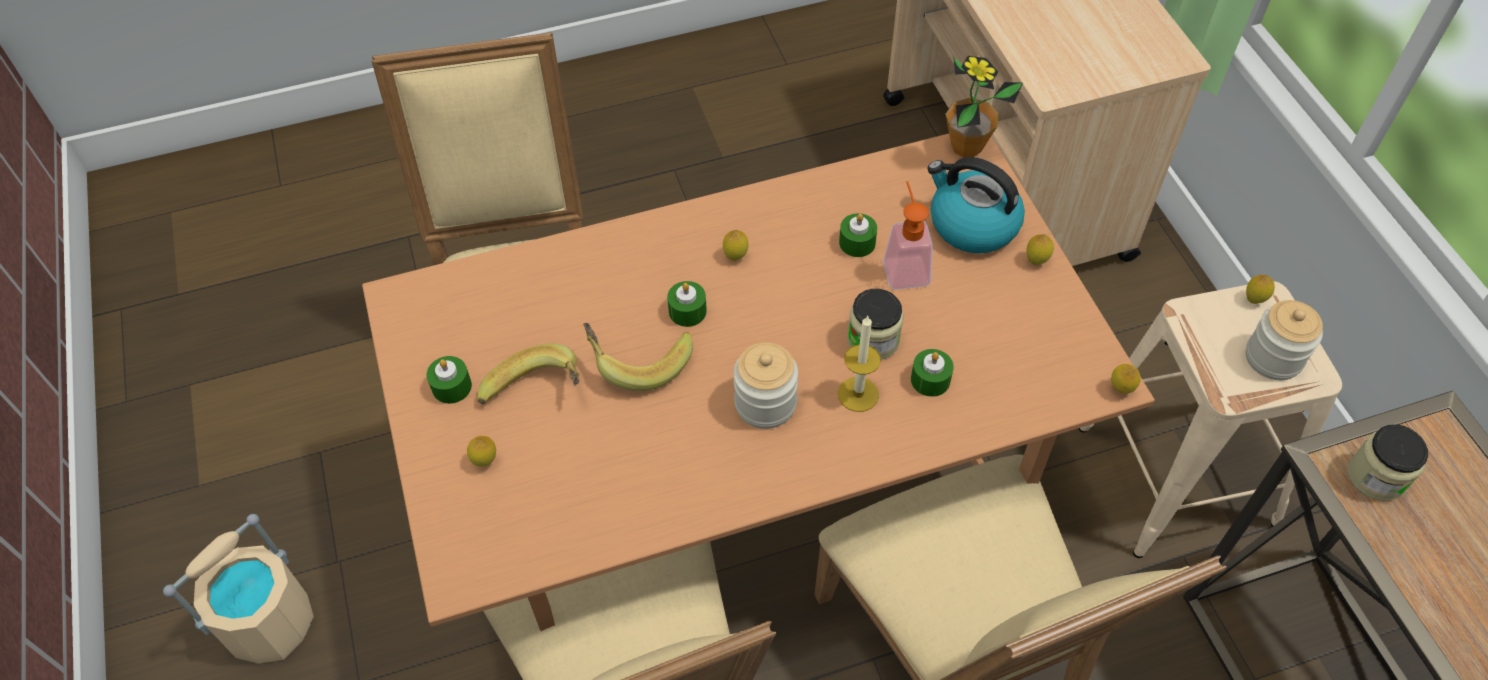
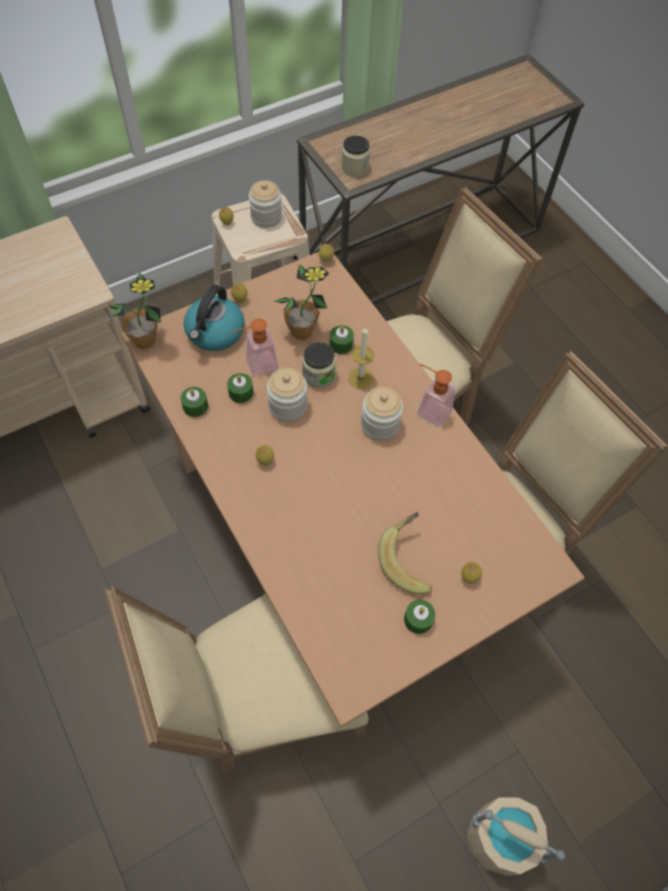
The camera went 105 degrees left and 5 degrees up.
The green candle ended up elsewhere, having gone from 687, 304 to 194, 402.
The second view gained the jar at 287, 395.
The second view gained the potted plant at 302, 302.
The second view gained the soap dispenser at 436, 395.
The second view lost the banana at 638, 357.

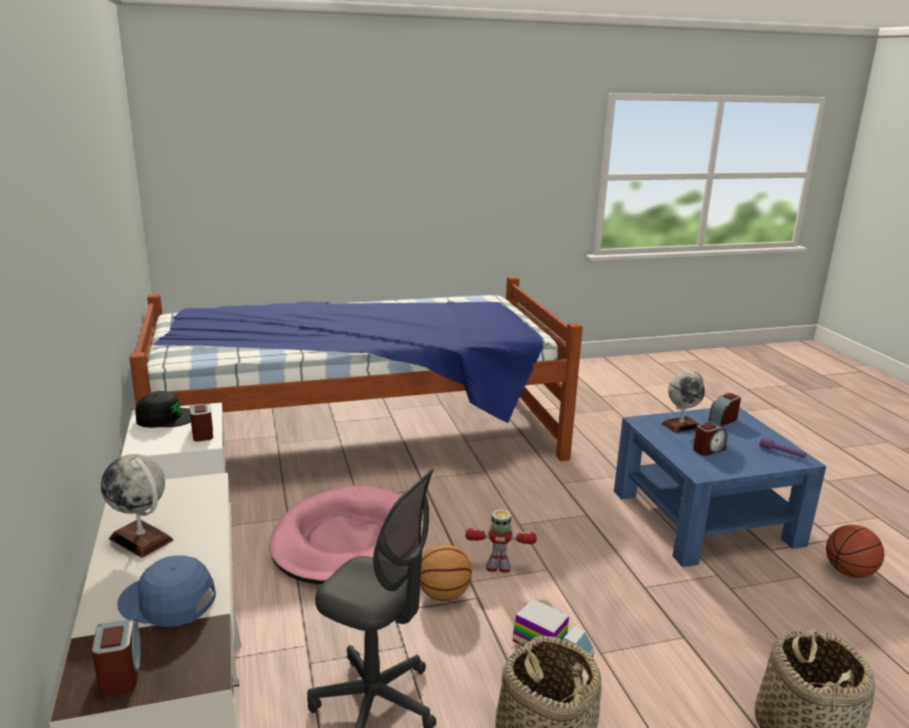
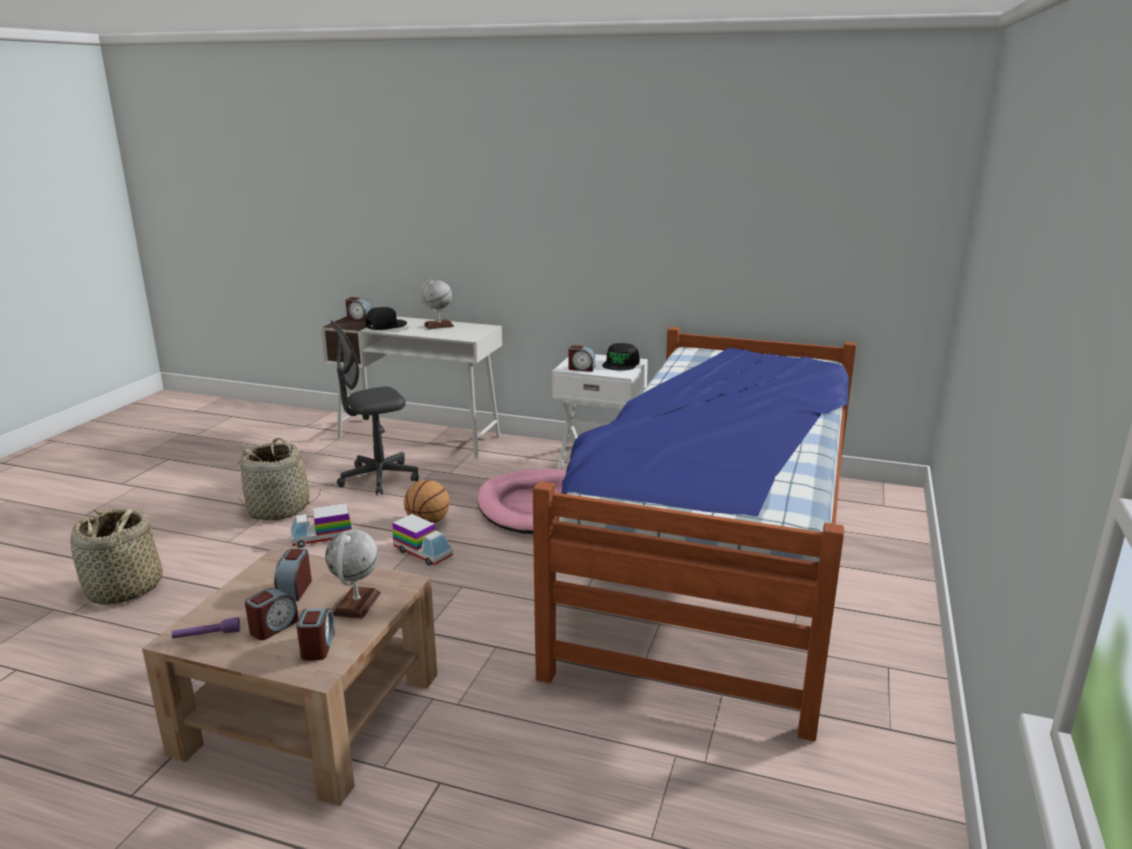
The camera went 125 degrees right and 0 degrees up.
What was the blue coffee table at 720, 487 turned into the brown coffee table at 289, 677.
The second view gained the alarm clock at 272, 614.
What was the blue cap at 166, 591 turned into the black cap at 386, 318.
Where the toy robot stood at 501, 541, the toy truck came to stand at 423, 539.
The second view lost the basketball at 855, 551.

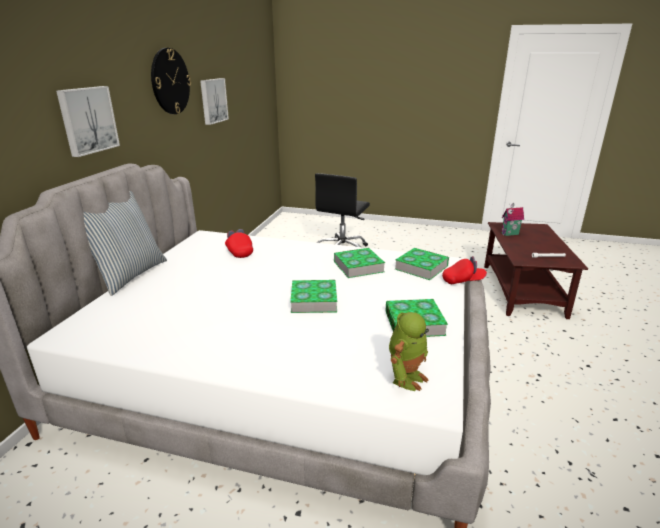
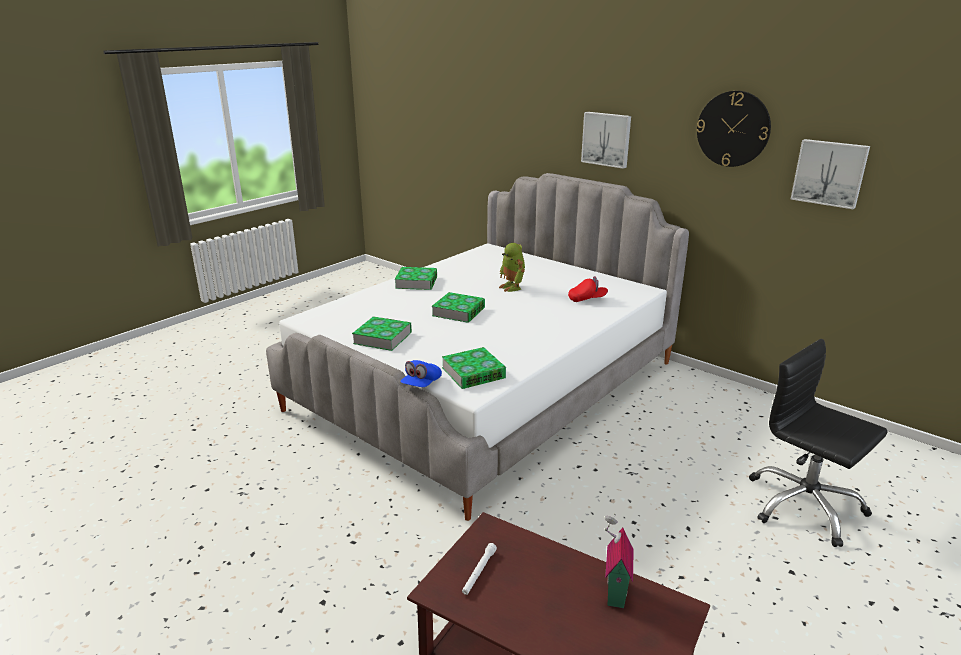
The camera went 115 degrees right and 0 degrees up.
The book ended up elsewhere, having gone from 359, 263 to 415, 278.
What was the red cap at 464, 270 turned into the blue cap at 421, 373.
The toy robot ended up elsewhere, having gone from 409, 351 to 512, 267.
The second view lost the pillow at 125, 243.

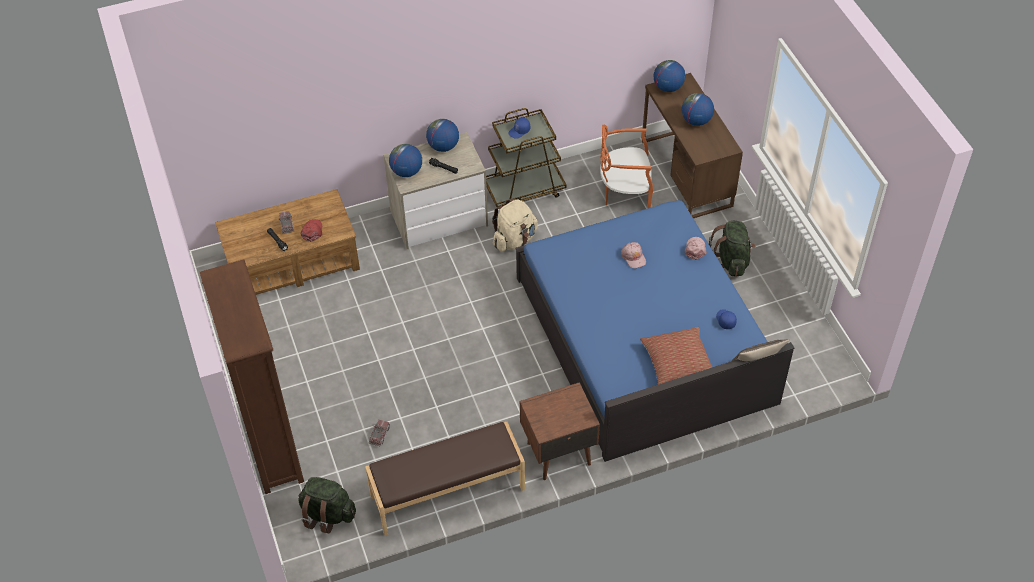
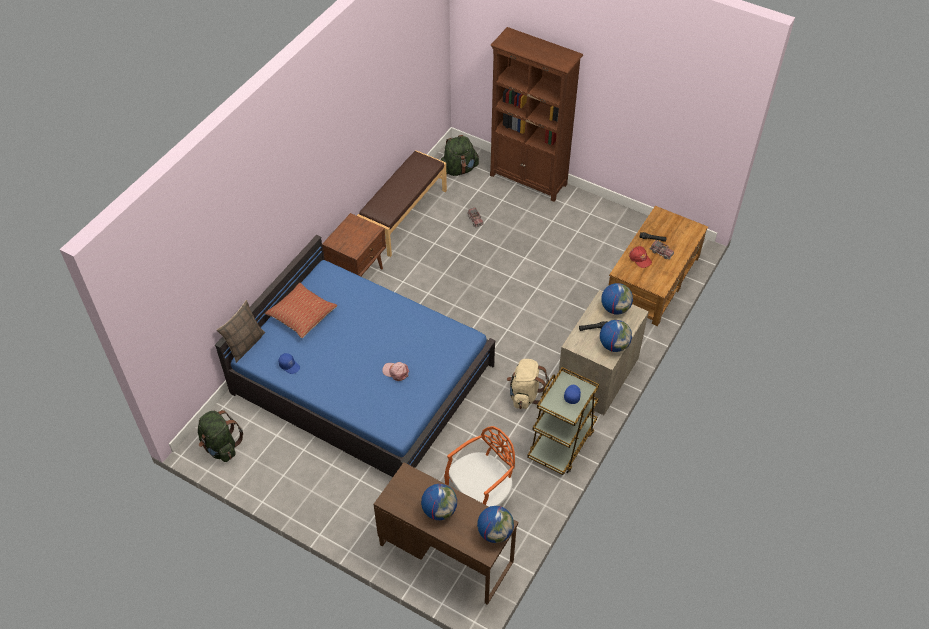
The camera went 140 degrees right and 0 degrees up.
The green backpack ended up elsewhere, having gone from 732, 249 to 220, 436.
The second view lost the pink cap at 696, 248.

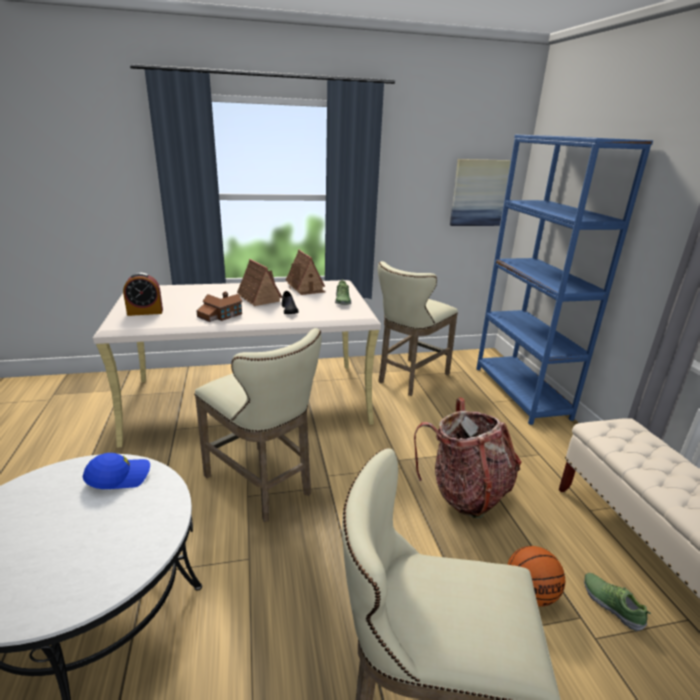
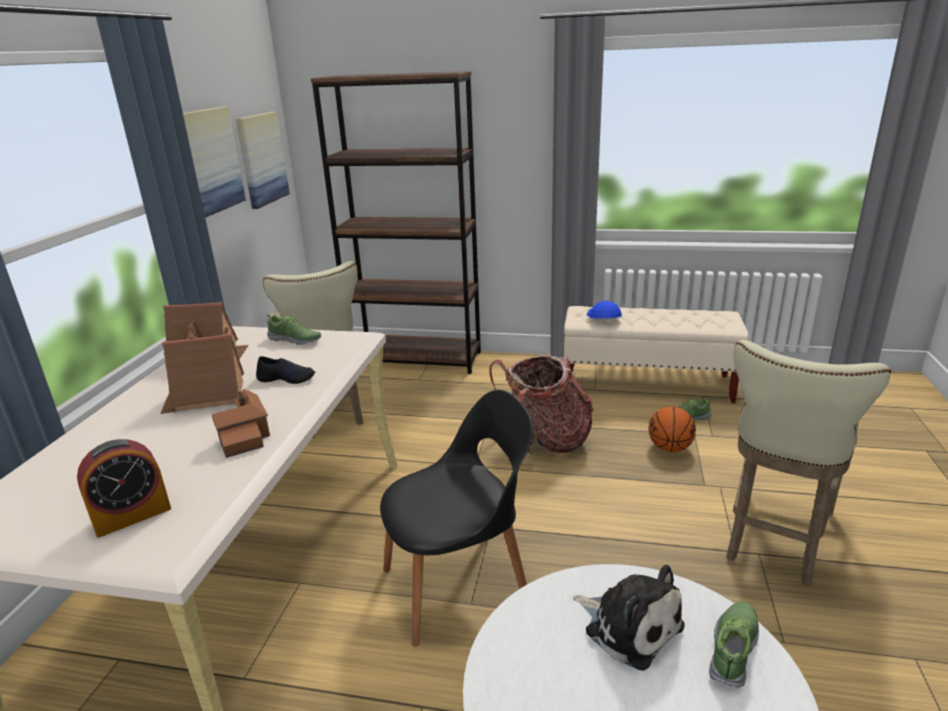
The camera went 65 degrees left and 0 degrees up.
The alarm clock at 143, 294 ended up facing another way, 45 degrees clockwise from before.
The second view gained the picture at 214, 162.
What was the blue bookcase at 564, 279 turned into the brown bookcase at 396, 222.
Where the beige stool stood at 257, 425, the black chair came to stand at 456, 518.
The second view gained the plush toy at 629, 618.
The blue cap ended up elsewhere, having gone from 116, 471 to 604, 310.
The second view gained the shoe at 734, 645.

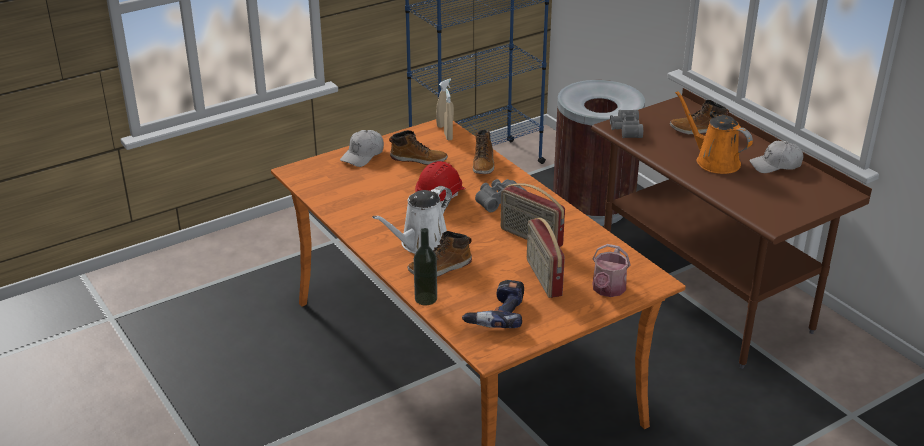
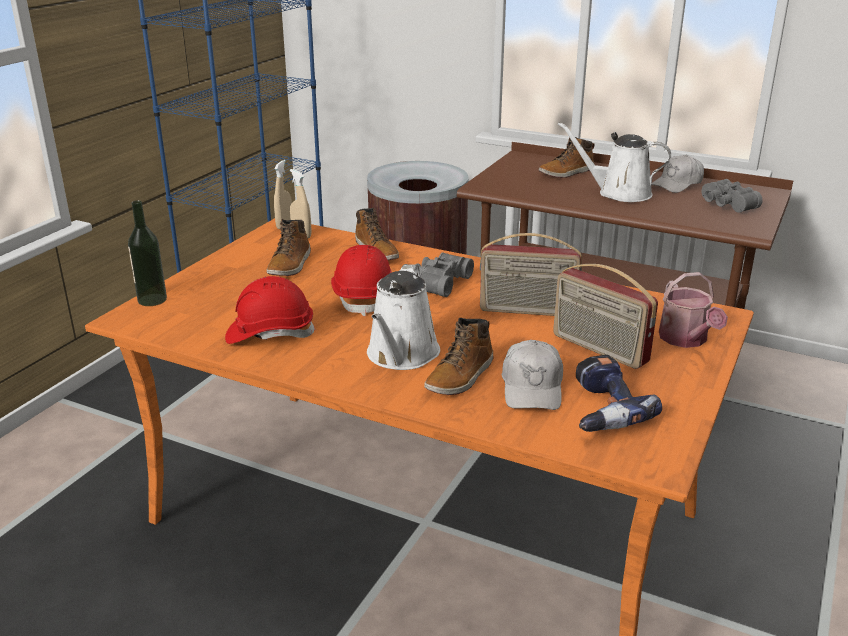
The camera went 30 degrees left and 5 degrees down.
The bottle ended up elsewhere, having gone from 425, 267 to 147, 253.
The second view gained the red hard hat at 270, 310.
The boot at 418, 147 ended up facing another way, 120 degrees clockwise from before.
The white cap ended up elsewhere, having gone from 362, 148 to 532, 375.
What was the orange watering can at 714, 132 turned into the white watering can at 614, 162.
The grey binoculars ended up elsewhere, having gone from 626, 124 to 732, 196.

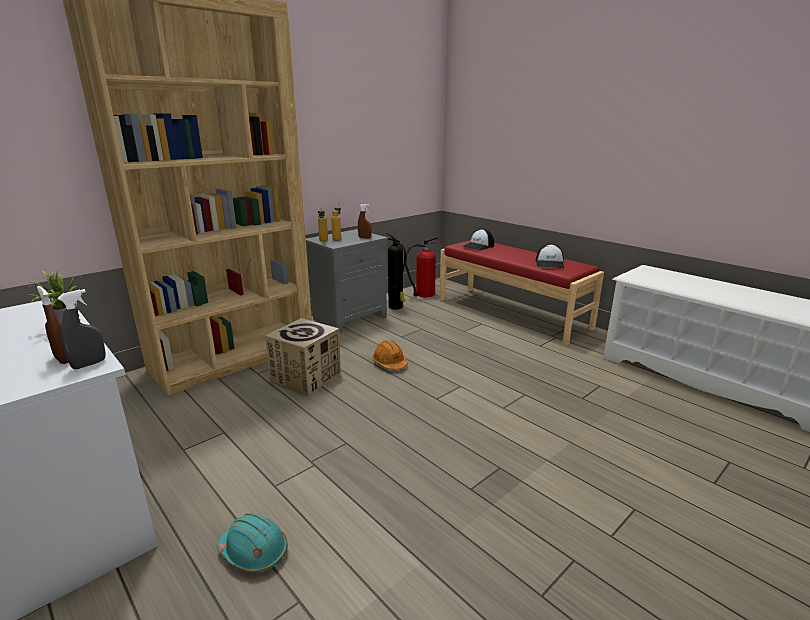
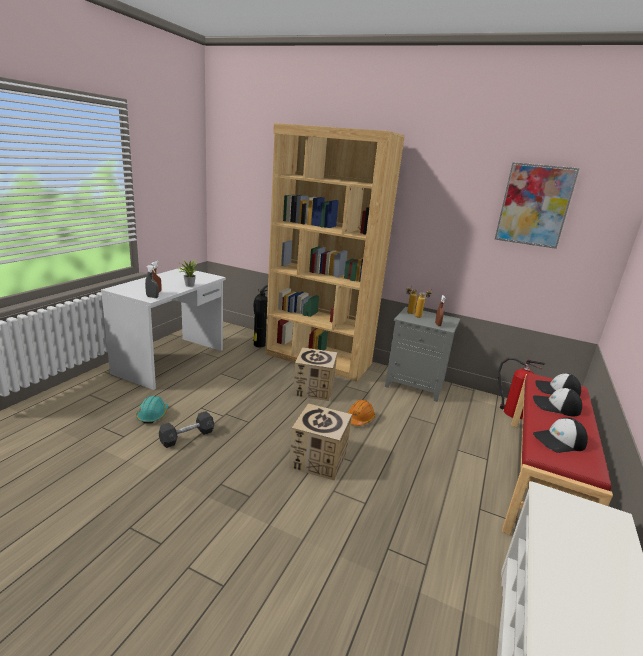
The camera went 65 degrees right and 0 degrees up.
The second view gained the grey dumbbell at 186, 429.
The fire extinguisher ended up elsewhere, having gone from 396, 271 to 260, 316.
The second view gained the cardboard box at 320, 441.
The second view gained the picture at 537, 205.
The second view gained the cap at 557, 402.

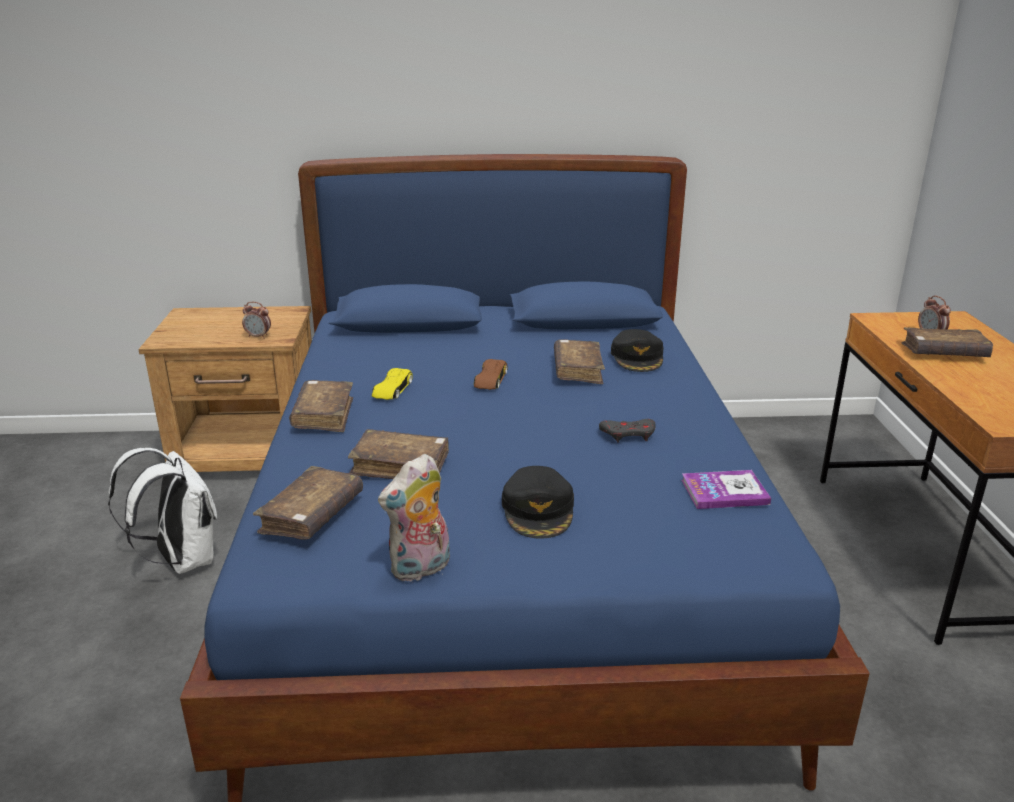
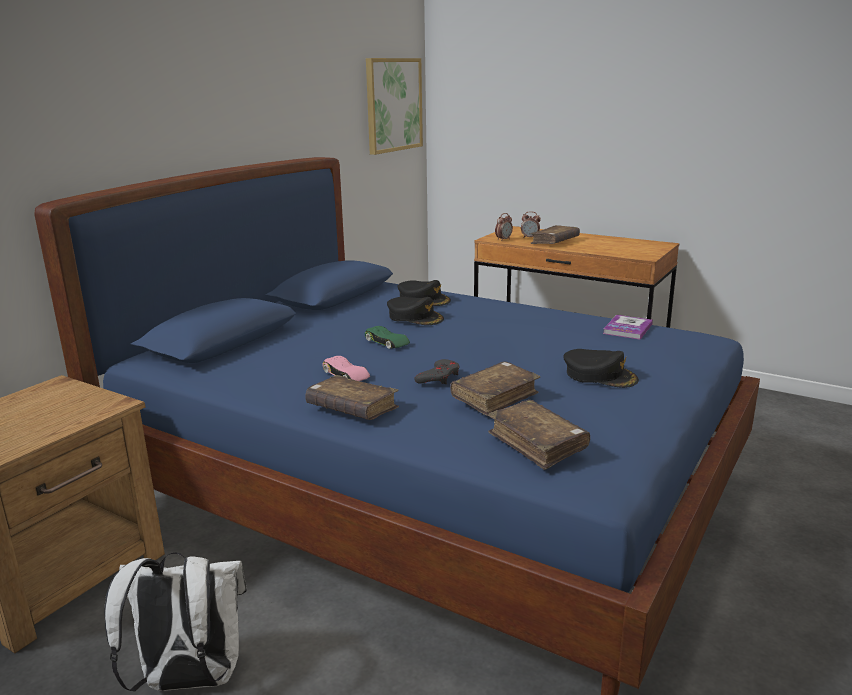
The camera went 55 degrees left and 5 degrees down.
What was the yellow toy car at 392, 384 turned into the pink toy car at 346, 368.
What was the brown toy car at 490, 374 turned into the green toy car at 387, 337.
The second view gained the picture at 394, 106.
Where the brown book stood at 579, 361, the black cap came to stand at 415, 311.
The grey game controller ended up elsewhere, having gone from 627, 431 to 436, 371.
The alarm clock ended up elsewhere, having gone from 256, 320 to 504, 227.
The second view lost the plush toy at 414, 517.

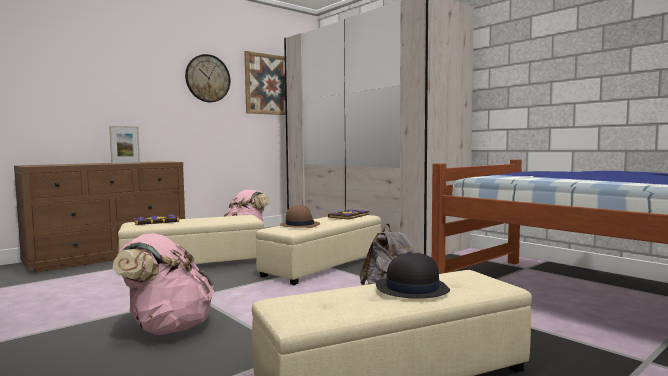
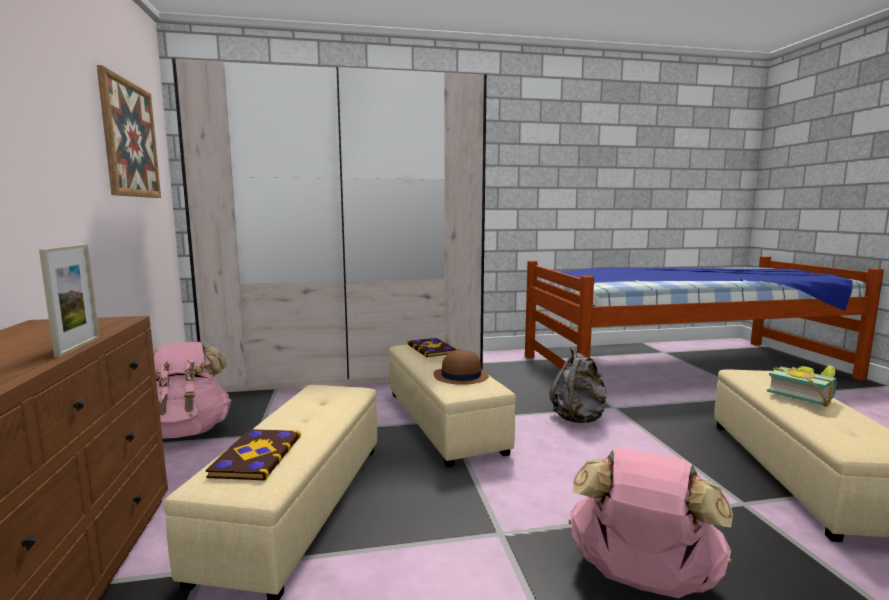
The camera went 60 degrees left and 5 degrees up.
Where the black hat stood at 413, 275, the book came to stand at 802, 386.
The second view lost the wall clock at 207, 78.

